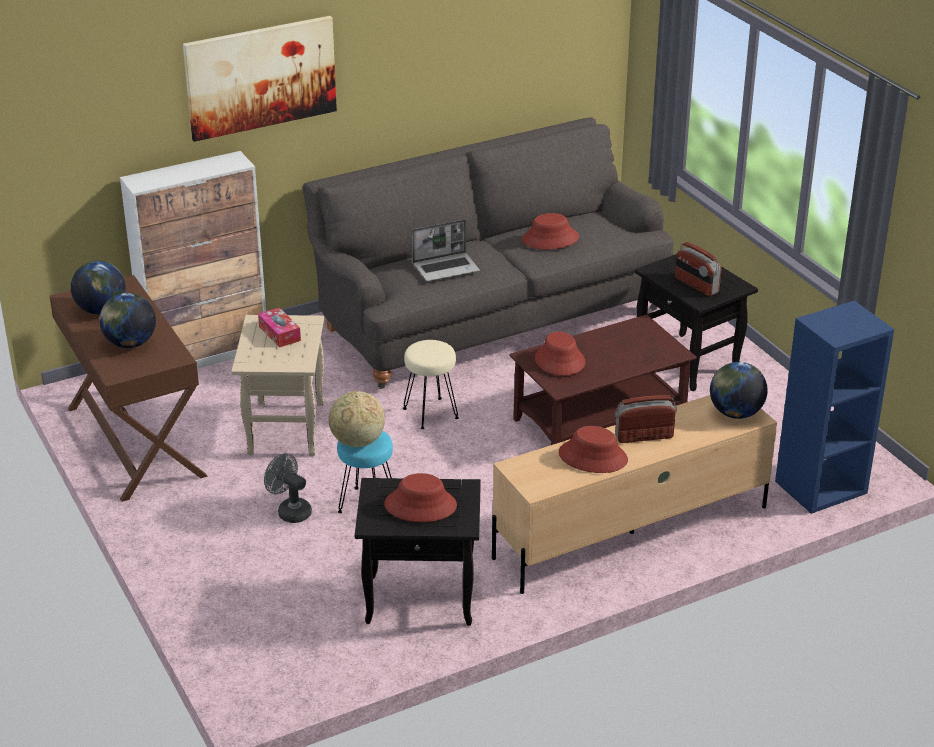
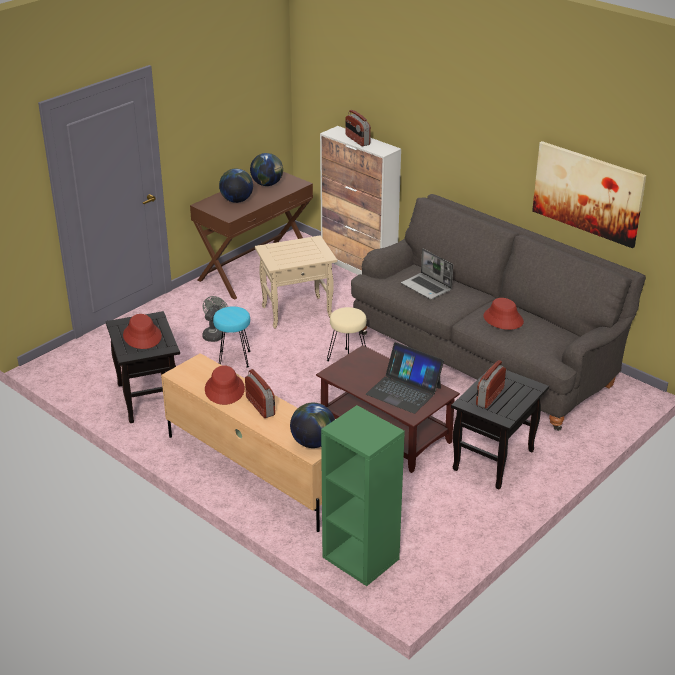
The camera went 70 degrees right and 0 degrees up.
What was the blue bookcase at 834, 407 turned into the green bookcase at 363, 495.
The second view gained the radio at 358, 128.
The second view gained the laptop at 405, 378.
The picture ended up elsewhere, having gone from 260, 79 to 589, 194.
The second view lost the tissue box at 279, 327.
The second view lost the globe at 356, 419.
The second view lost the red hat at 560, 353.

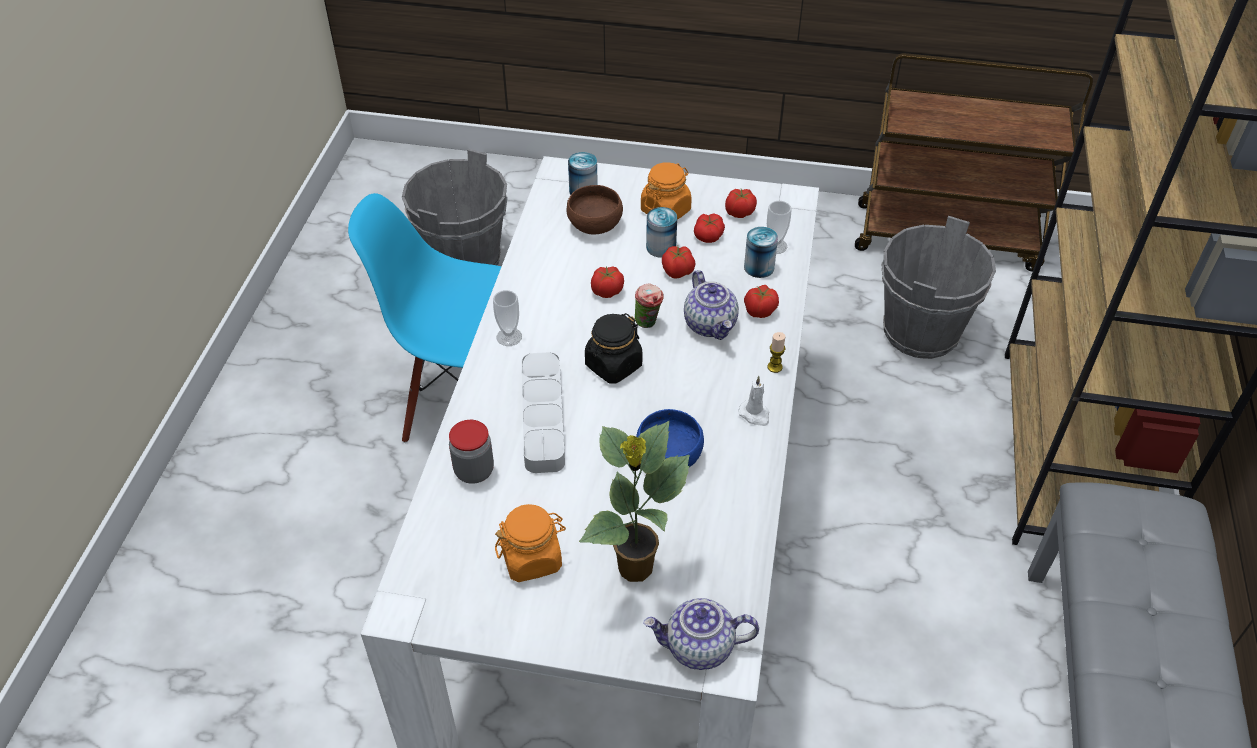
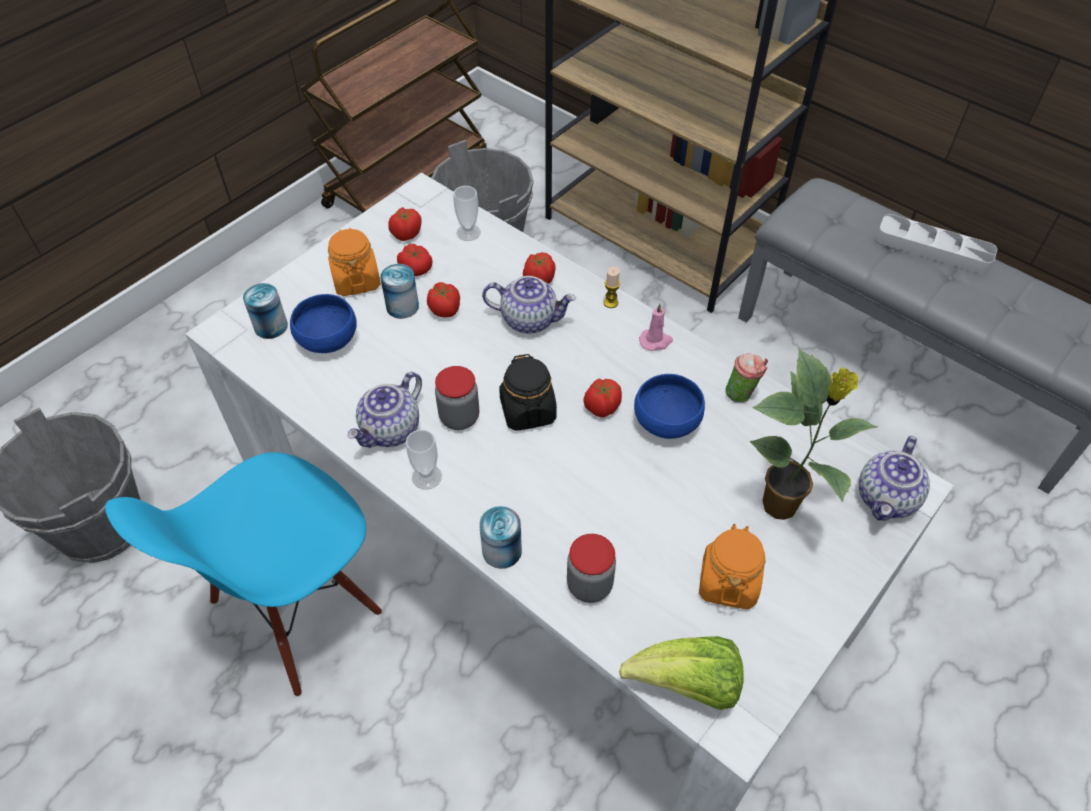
The camera went 60 degrees left and 5 degrees up.
What was the brown bowl at 595, 209 turned into the blue bowl at 323, 323.
The second view gained the teapot at 384, 410.
The second view gained the jar at 457, 398.
The can ended up elsewhere, having gone from 761, 252 to 500, 537.
The tomato ended up elsewhere, having gone from 607, 282 to 602, 397.
The second view gained the lettuce at 681, 673.
What was the white candle at 753, 401 turned into the pink candle at 656, 327.
The cup ended up elsewhere, having gone from 649, 305 to 746, 377.
The grey tray ended up elsewhere, having gone from 543, 412 to 936, 244.

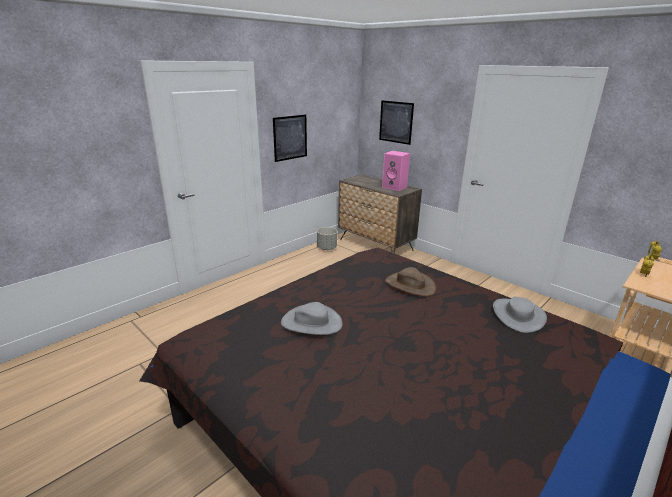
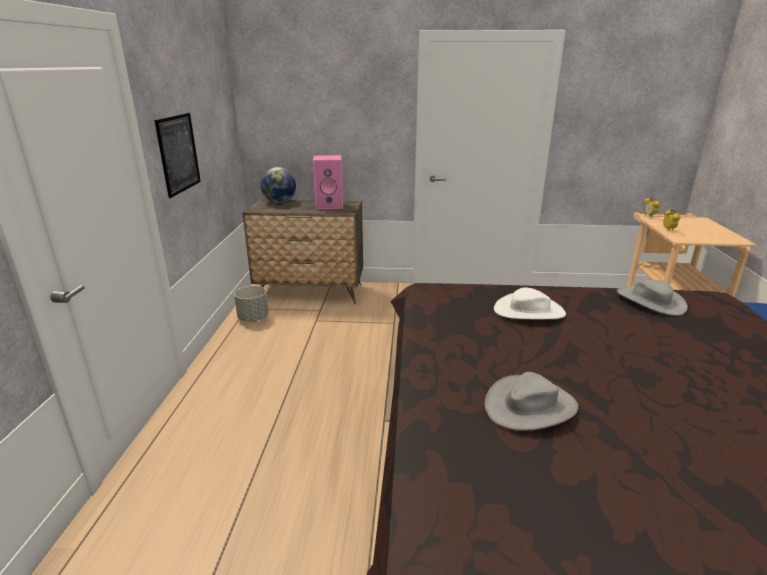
The camera went 40 degrees left and 0 degrees up.
The second view gained the globe at 278, 185.
What was the brown hat at 411, 281 turned into the white hat at 530, 303.
The second view lost the picture at 396, 122.

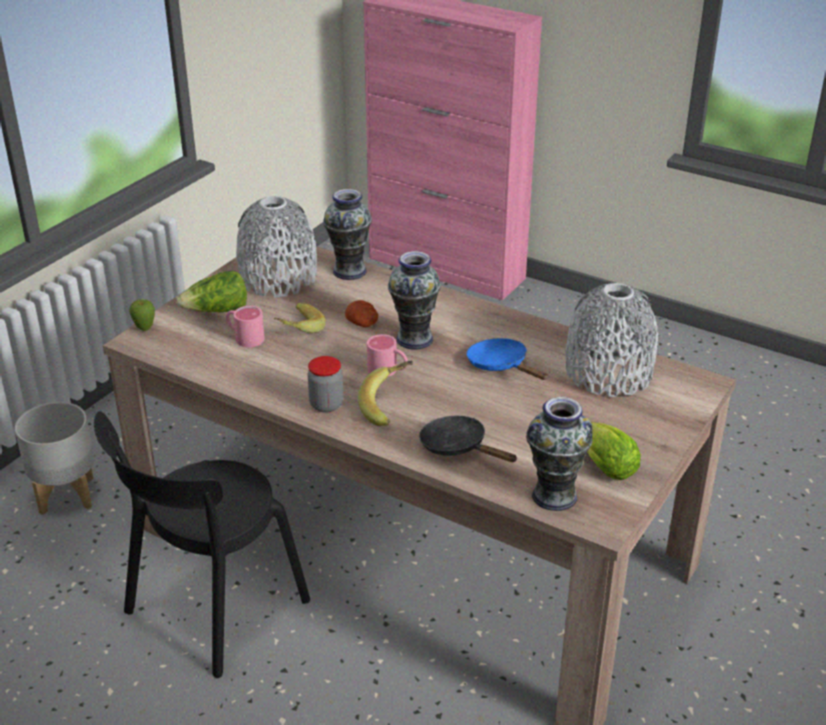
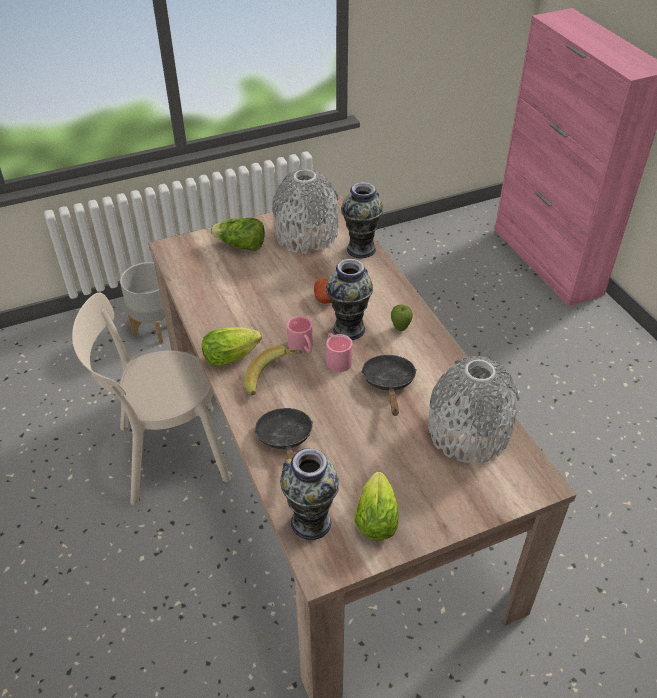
The camera went 35 degrees right and 10 degrees up.
What was the black chair at 202, 544 turned into the beige chair at 151, 399.
Where the jar stood at 325, 384, the lettuce came to stand at 232, 346.
The pink mug ended up elsewhere, having gone from 245, 326 to 339, 352.
What was the blue frying pan at 507, 359 turned into the black frying pan at 389, 385.
The apple ended up elsewhere, having gone from 142, 315 to 402, 317.
The second view lost the banana at 300, 318.

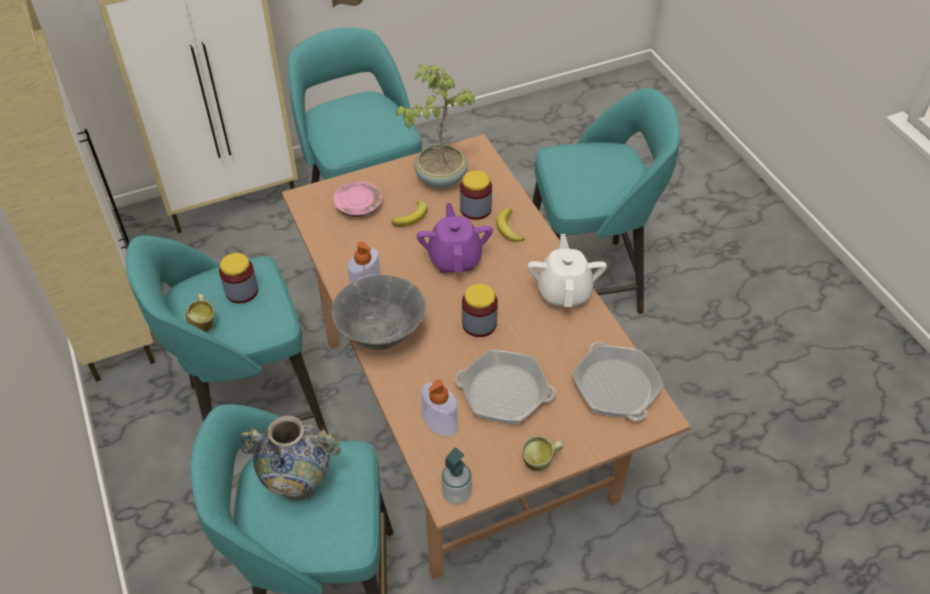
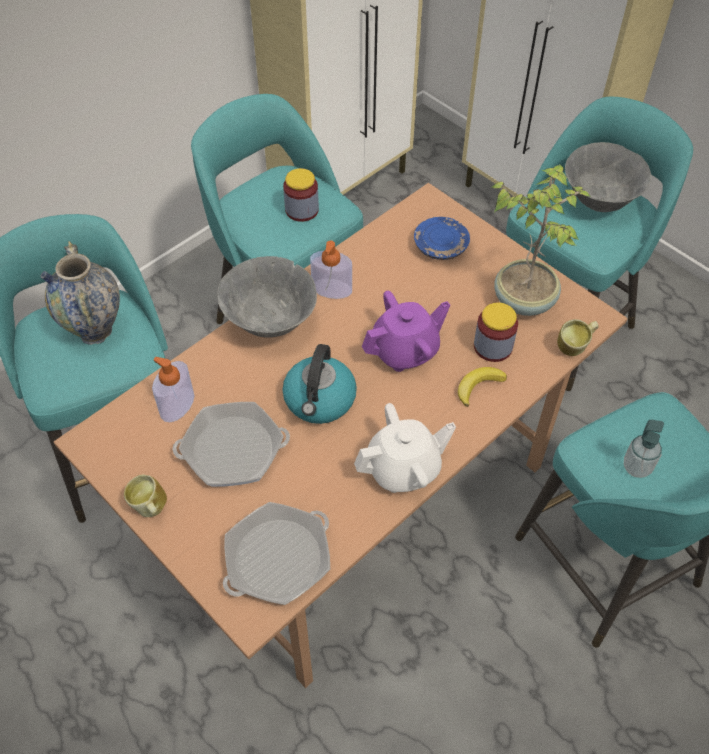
The camera went 70 degrees right and 5 degrees up.
The frying pan at 505, 387 ended up facing another way, 90 degrees counterclockwise from before.
Where the jar stood at 480, 310, the kettle came to stand at 319, 384.
What was the pink plate at 357, 199 turned into the blue plate at 442, 238.
The mug ended up elsewhere, having gone from 200, 313 to 577, 337.
The second view gained the grey bowl at 608, 177.
The soap dispenser ended up elsewhere, having gone from 456, 476 to 644, 449.
The second view lost the banana at 410, 213.

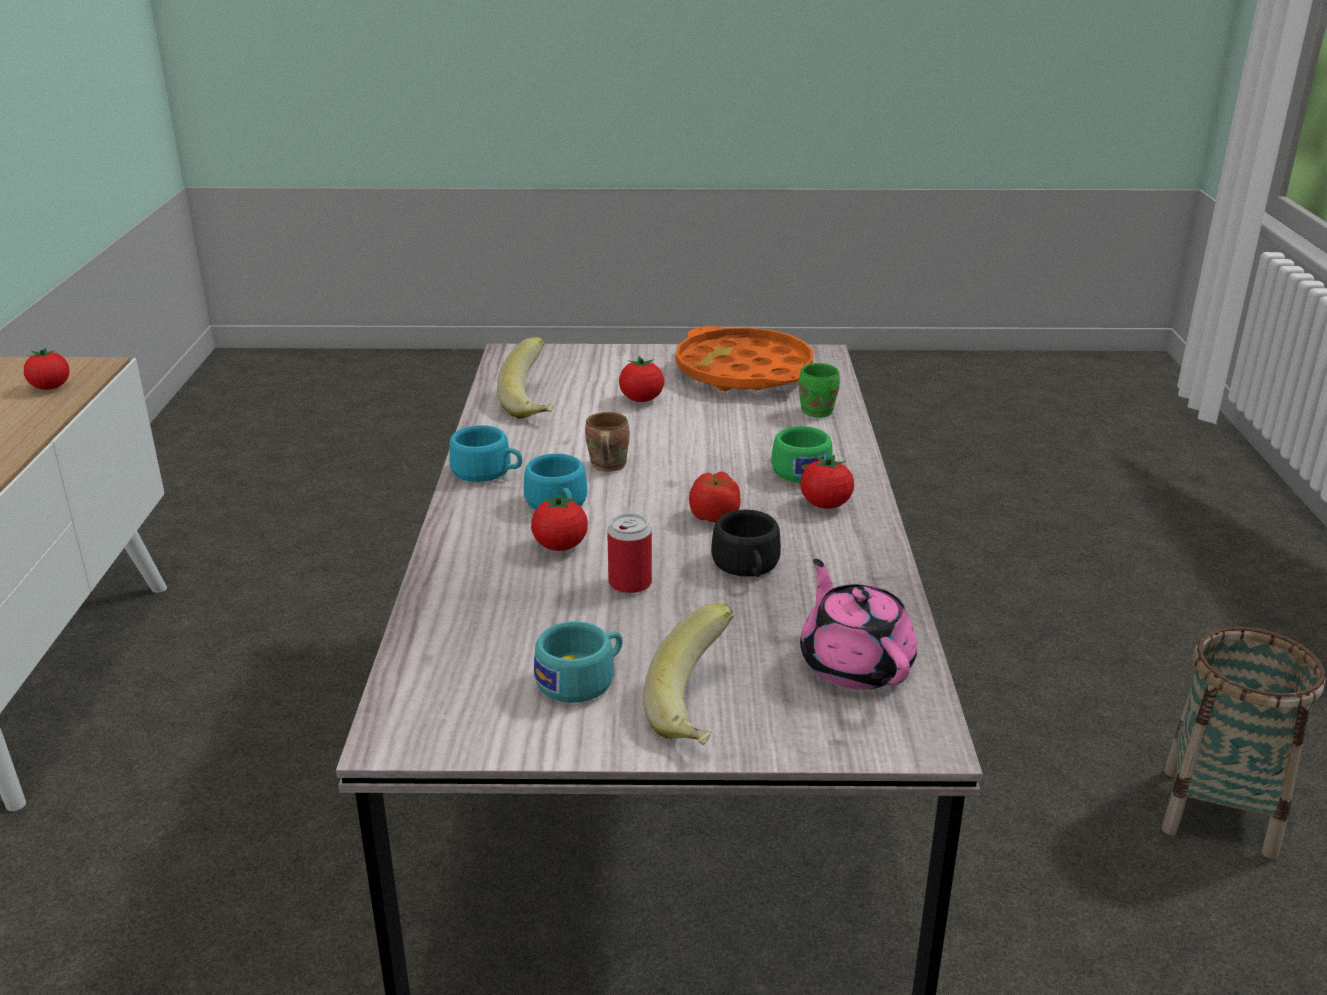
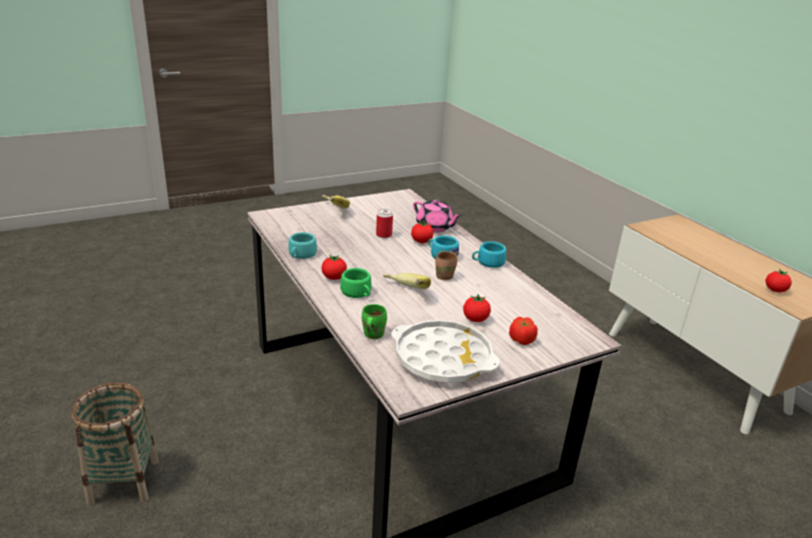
The camera went 150 degrees right and 0 degrees up.
The turquoise cup ended up elsewhere, having gone from 578, 662 to 302, 245.
The banana ended up elsewhere, having gone from 525, 377 to 407, 281.
What was the orange tray at 744, 358 turned into the white tray at 445, 351.
The pink teapot ended up elsewhere, having gone from 858, 624 to 437, 215.
The tomato ended up elsewhere, having gone from 714, 497 to 523, 331.
The second view lost the black cup at 746, 543.

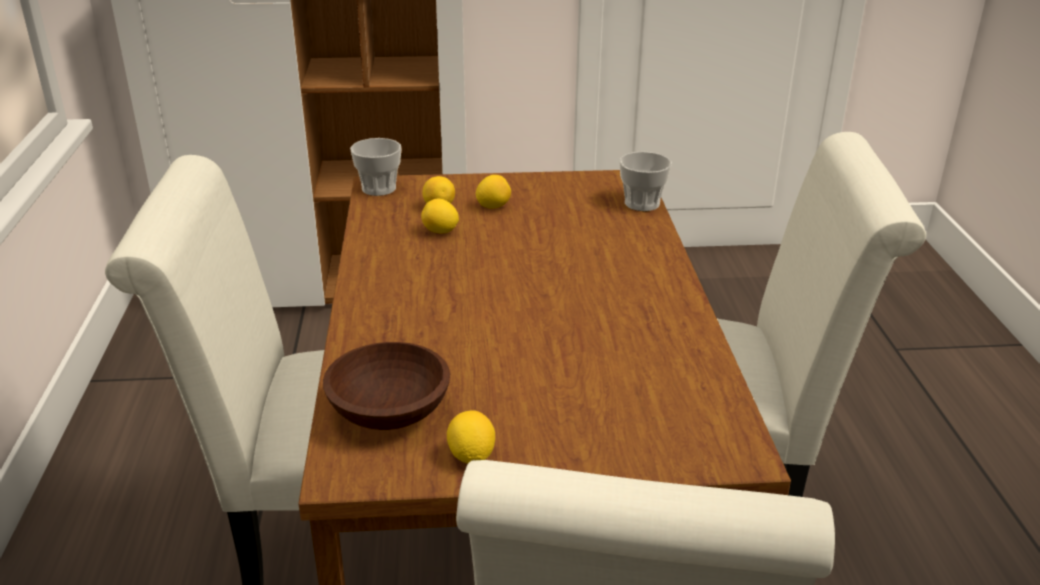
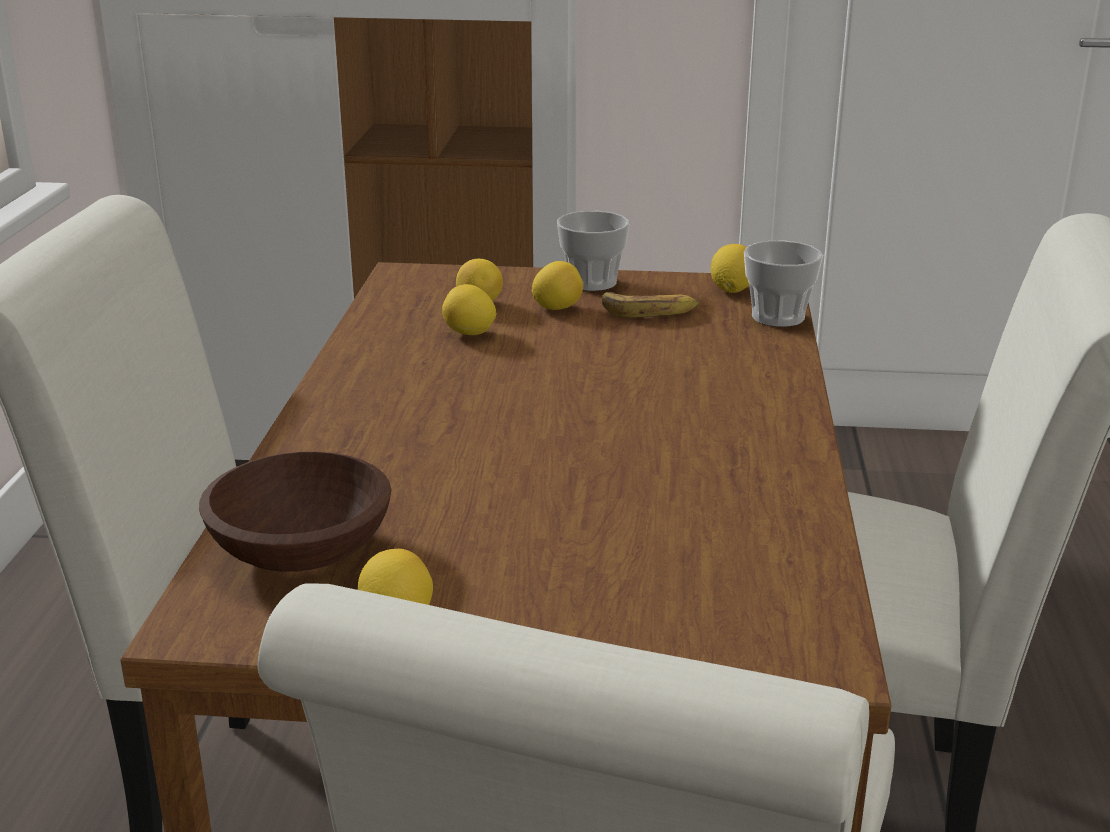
The camera went 10 degrees right and 5 degrees down.
The cup ended up elsewhere, having gone from 376, 167 to 593, 251.
The second view gained the banana at 650, 305.
The second view gained the lemon at 730, 268.

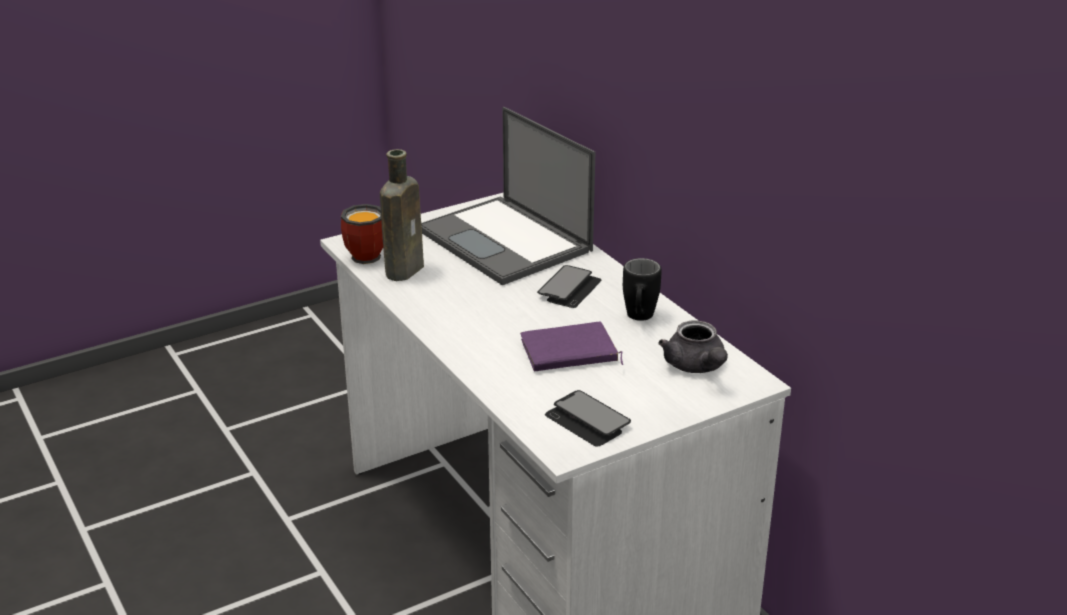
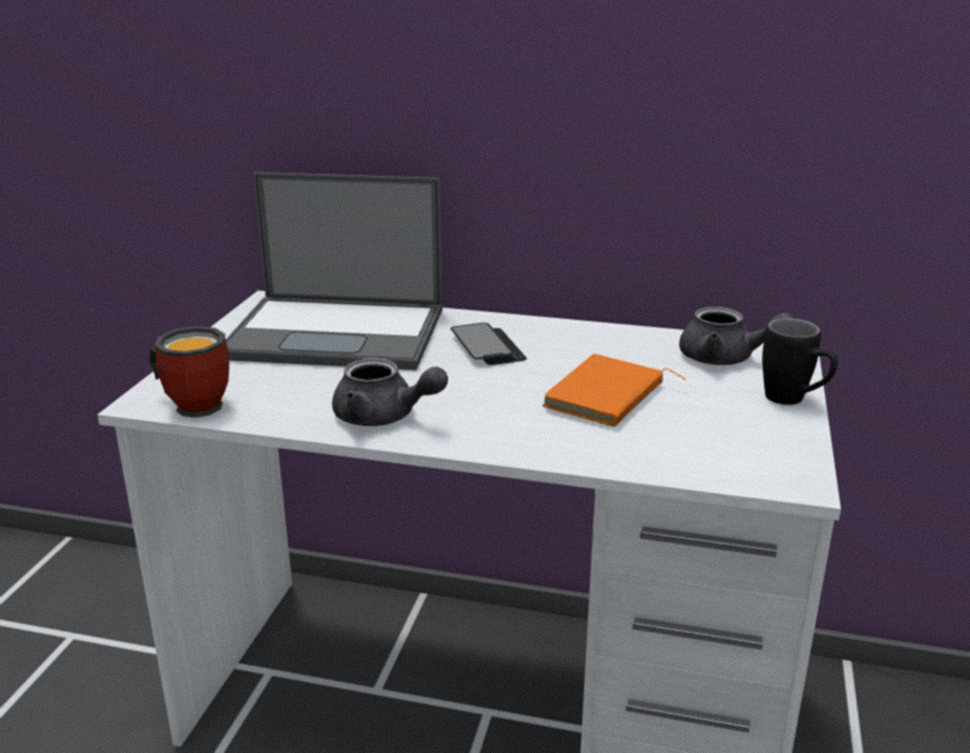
The camera went 45 degrees left and 5 degrees down.
The second view gained the grey teapot at 390, 392.
What was the purple book at 571, 346 turned into the orange book at 614, 390.
The black mug ended up elsewhere, having gone from 642, 289 to 800, 361.
The second view lost the brown bottle at 402, 215.
The second view lost the phone at 588, 418.

